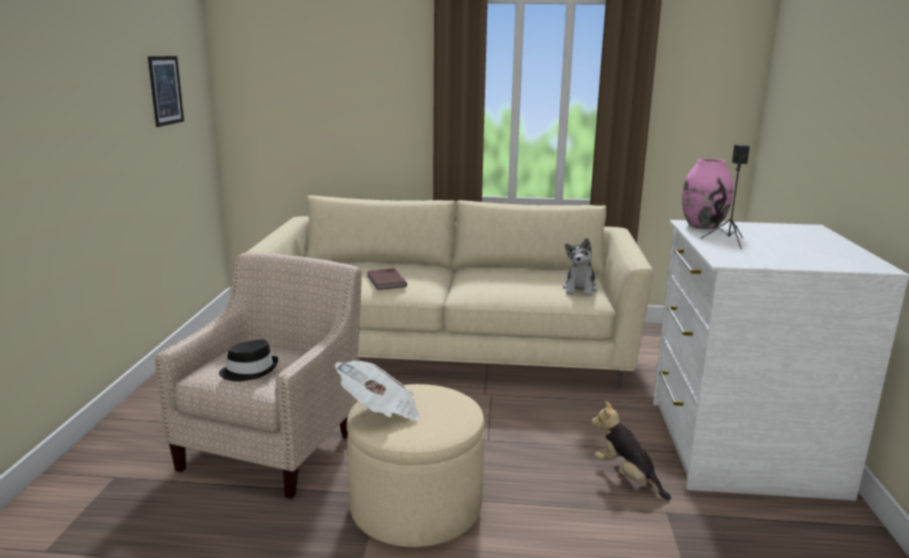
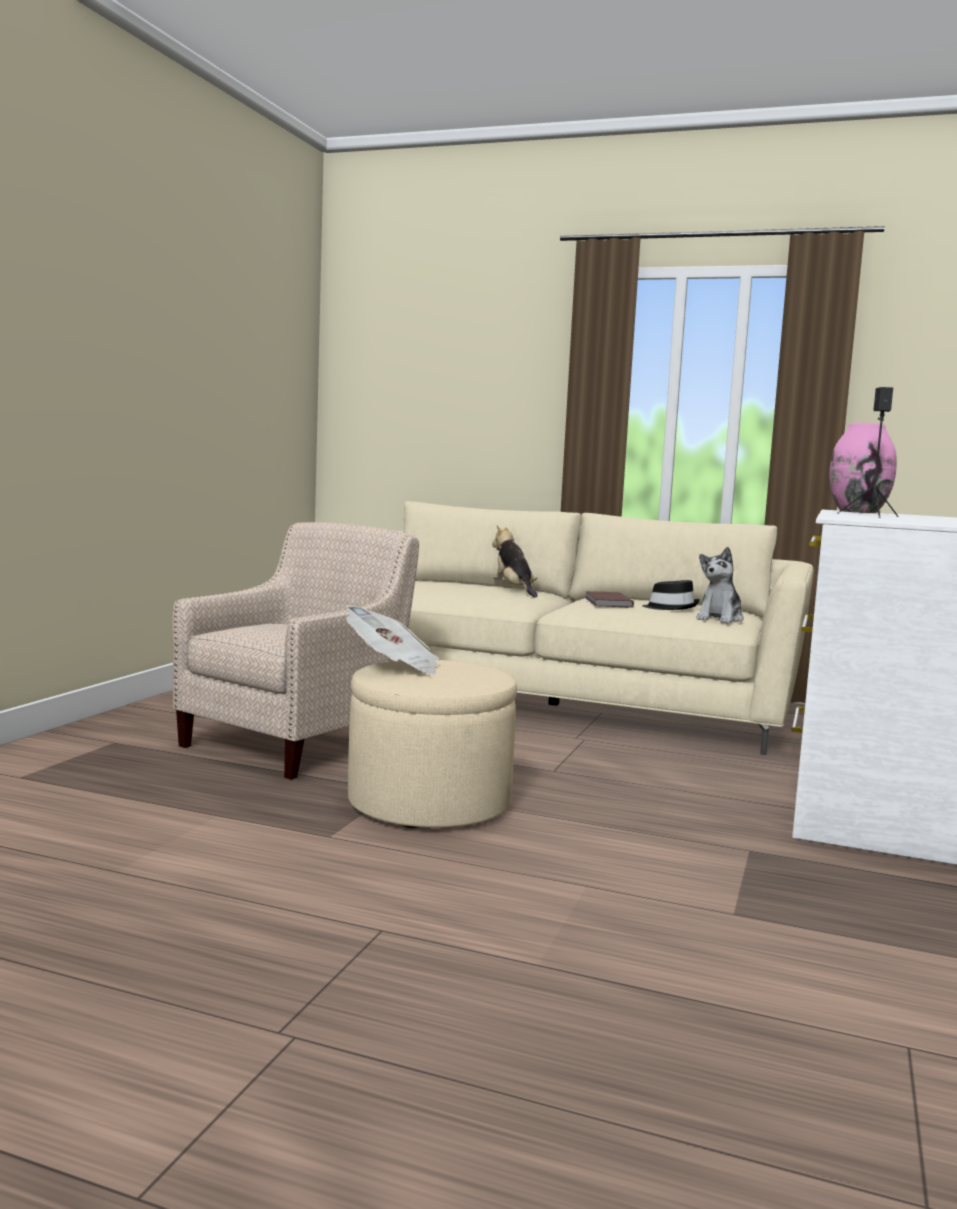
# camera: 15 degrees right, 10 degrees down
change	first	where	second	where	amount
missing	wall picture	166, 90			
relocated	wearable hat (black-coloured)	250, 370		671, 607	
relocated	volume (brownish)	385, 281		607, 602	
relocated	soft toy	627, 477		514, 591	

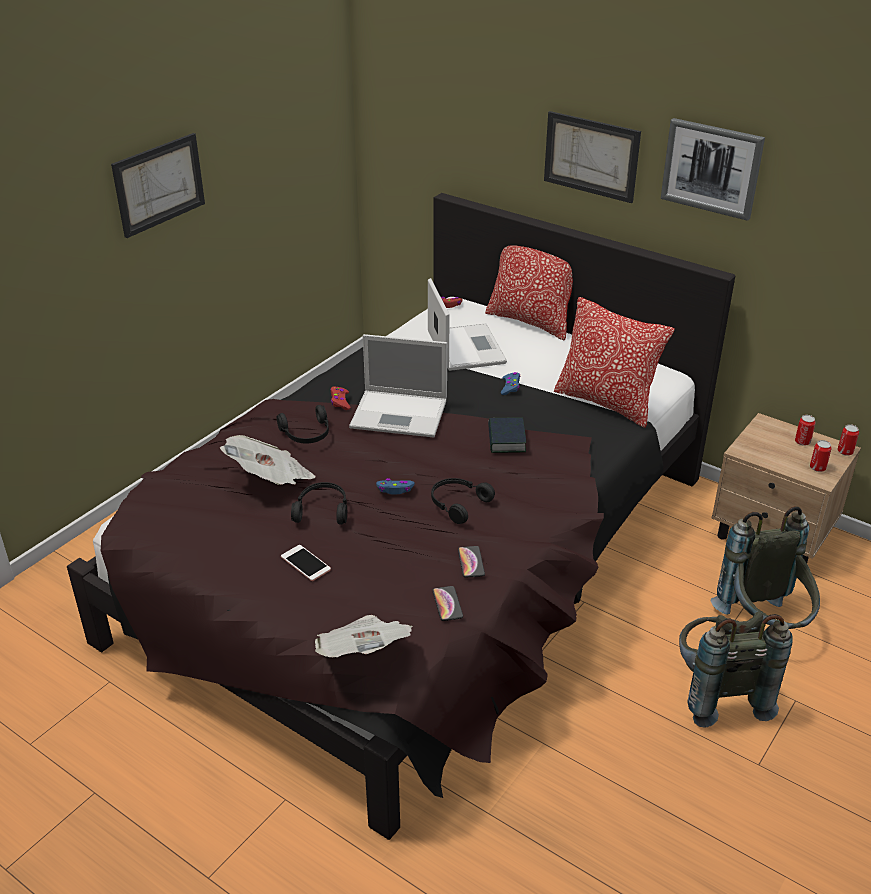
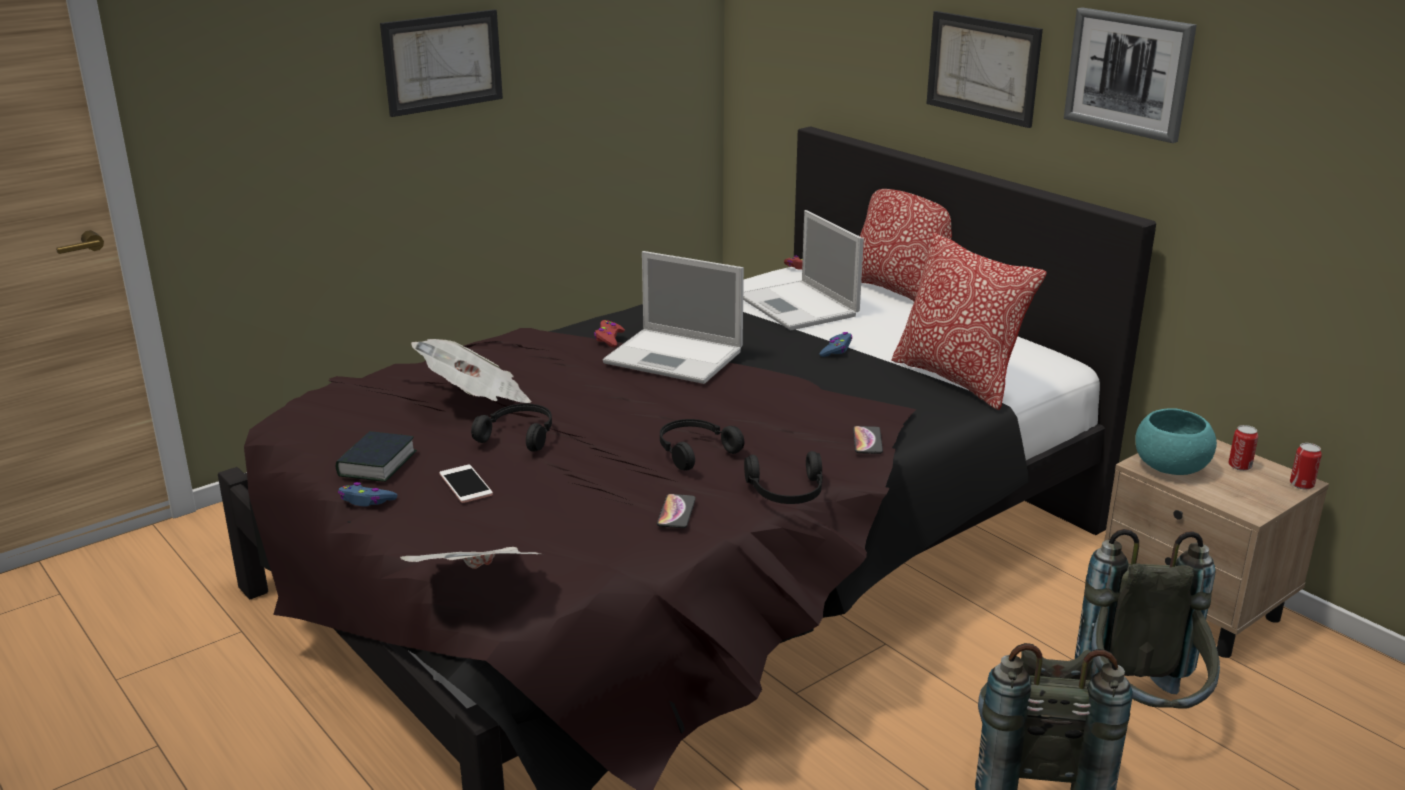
# camera: 15 degrees right, 10 degrees down
change	first	where	second	where	amount
missing	sealed can	817, 468			
appeared			deep dish (blue-green)	1170, 467	
relocated	headphones (black-coloured)	307, 434		787, 493	
relocated	gamepad (blue-coloured)	395, 490		366, 501	
relocated	telephone	447, 604		867, 441	
relocated	volume	506, 440		377, 464	
spun	laptop	465, 347		799, 307	150 degrees clockwise

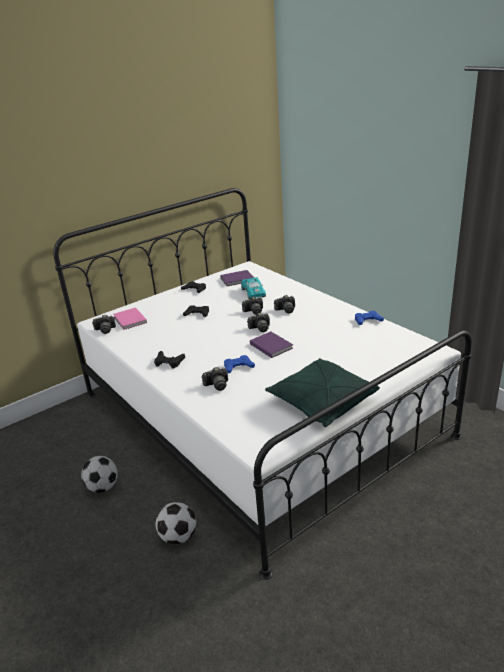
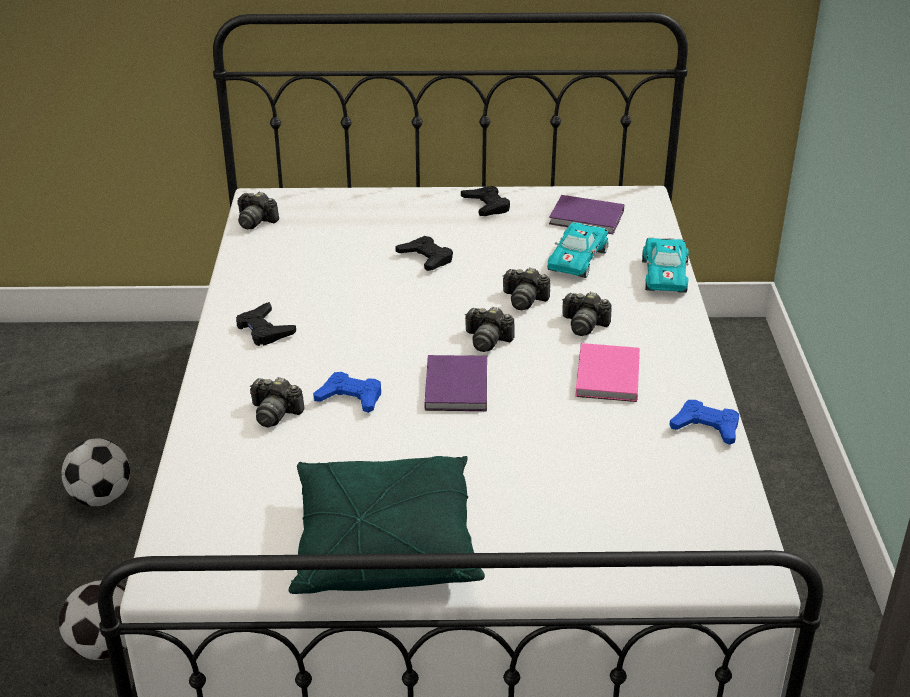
# camera: 35 degrees right, 5 degrees up
change	first	where	second	where	amount
appeared			miniature car (blue-green)	664, 274	
relocated	volume (pink)	130, 320		606, 377	

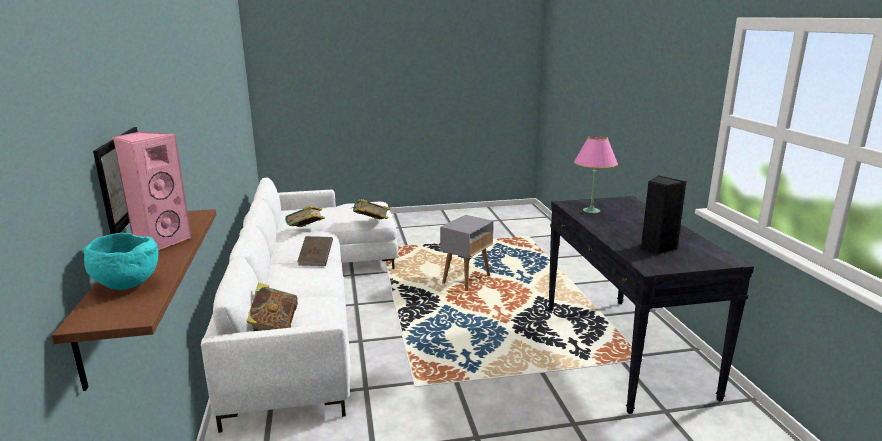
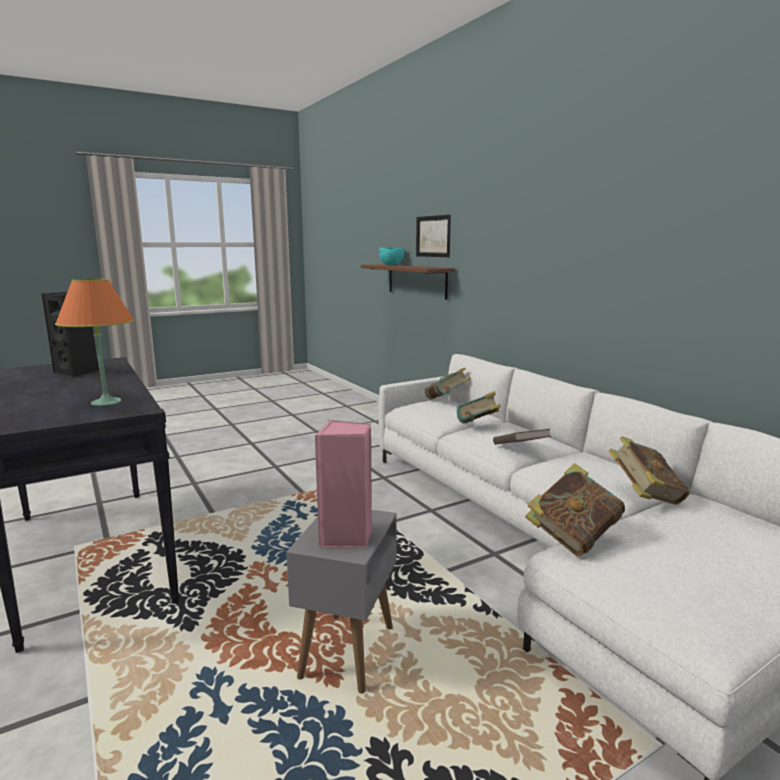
# camera: 160 degrees right, 5 degrees down
change	first	where	second	where	amount
appeared			volume	477, 428	
relocated	loudspeaker (pink)	160, 241		346, 537	
colour	tabletop lamp (pink)	591, 210	tabletop lamp (orange)	106, 402	

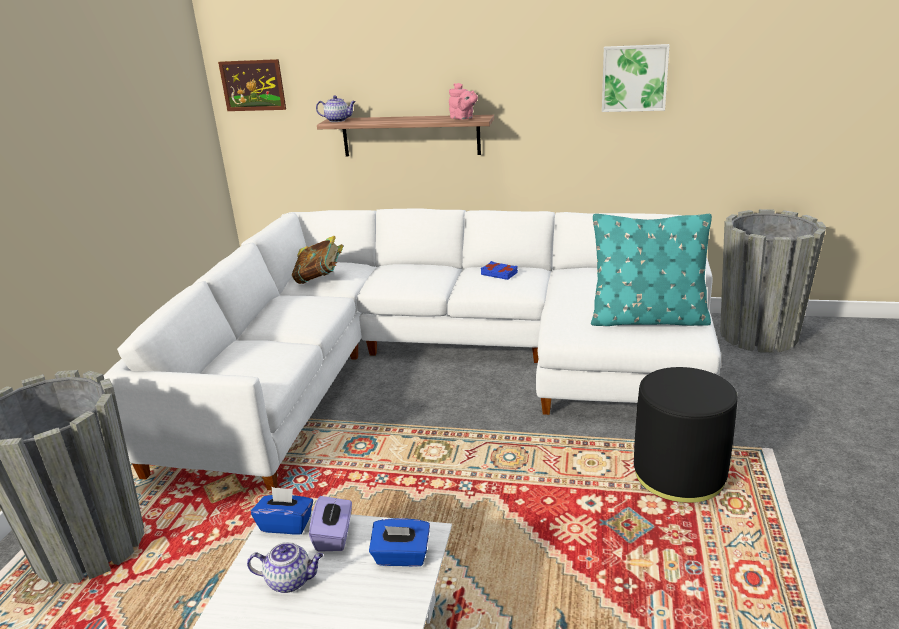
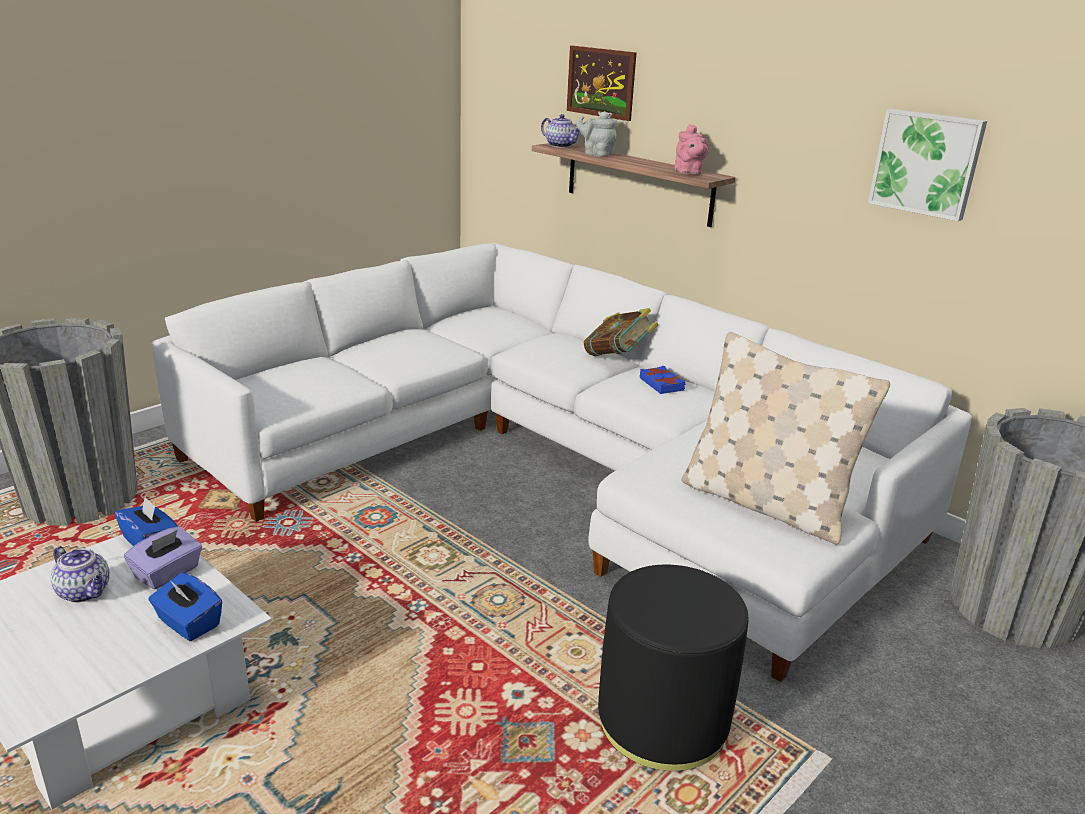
# camera: 30 degrees right, 0 degrees up
change	first	where	second	where	amount
appeared			tea pot (gray)	596, 154	
relocated	wall picture	253, 85		601, 82	
relocated	volume	320, 279		618, 357	
colour	pillow (blue-green)	647, 319	pillow (beige)	765, 504	

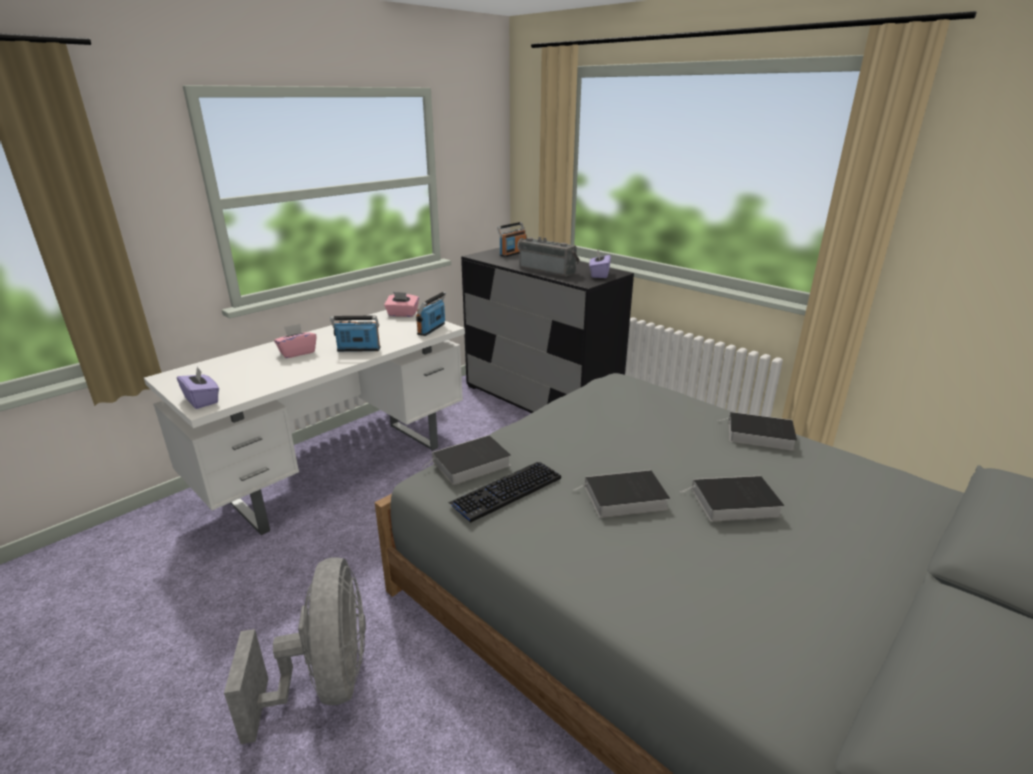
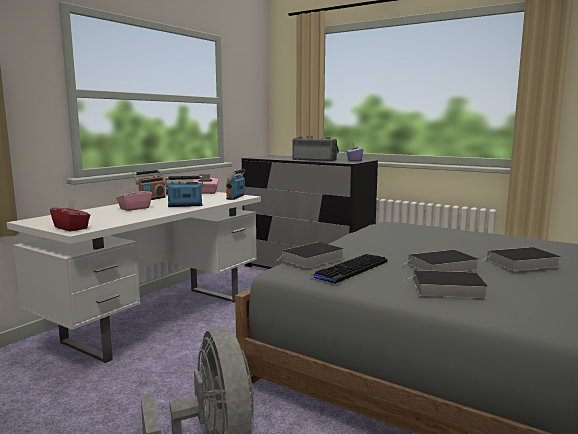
# camera: 10 degrees left, 15 degrees down
change	first	where	second	where	amount
relocated	radio receiver	512, 253		150, 199	
relocated	volume	757, 435		445, 289	
colour	box of tissues (purple-coloured)	202, 400	box of tissues (red-coloured)	71, 228	

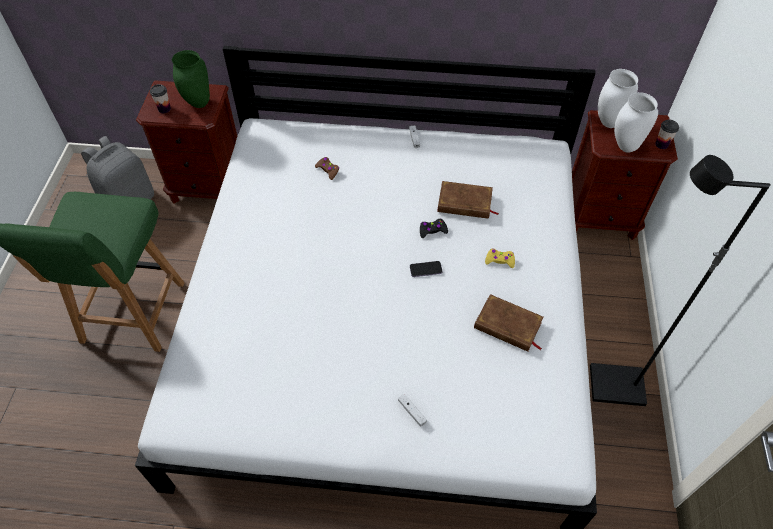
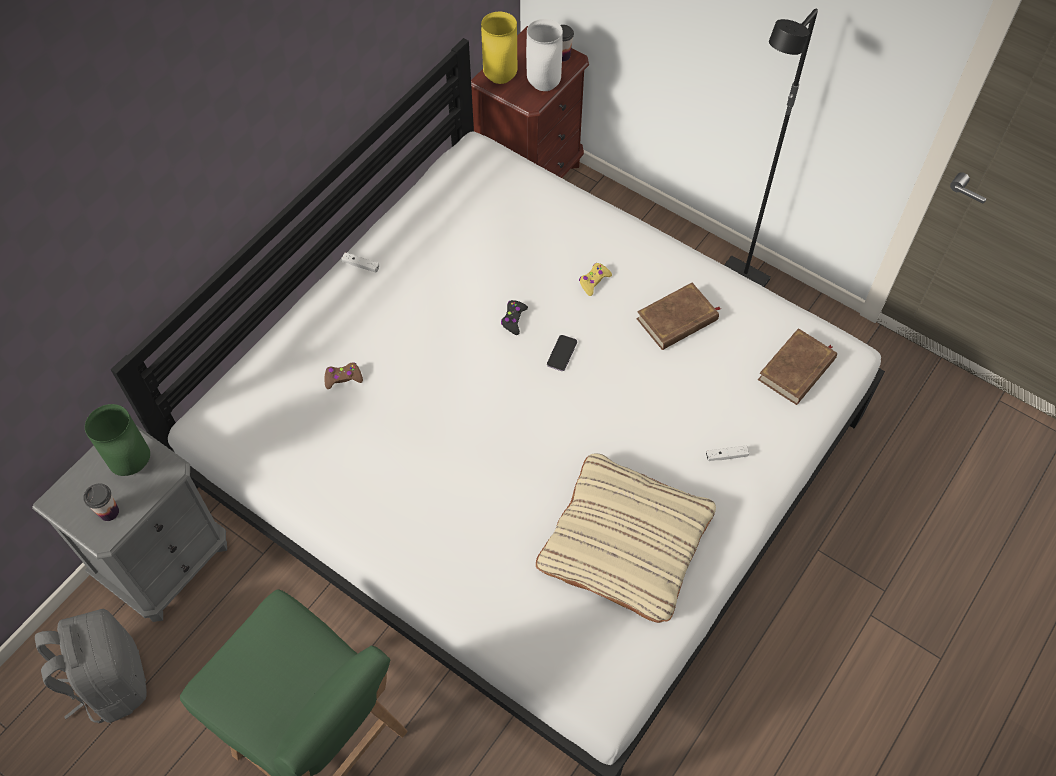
# camera: 60 degrees left, 5 degrees up
change	first	where	second	where	amount
appeared			pillow (beige)	625, 541	
relocated	volume (brownish)	465, 203		797, 370	
colour	bedside table (brownish)	208, 187	bedside table (gray)	166, 562	
colour	vase (white-coloured)	607, 122	vase (yellowish)	499, 78	

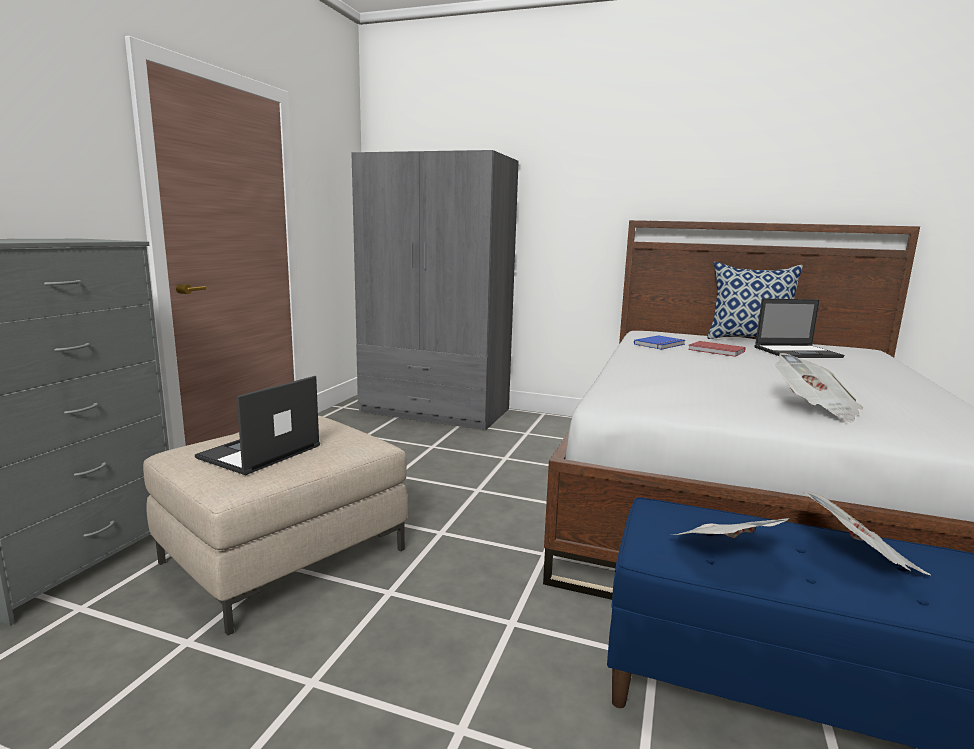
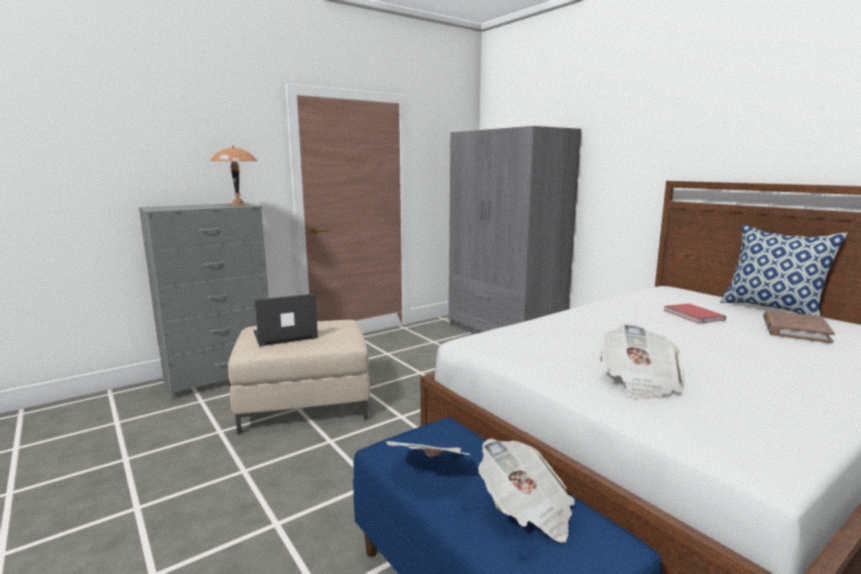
# camera: 35 degrees right, 0 degrees up
change	first	where	second	where	amount
missing	volume (blue-coloured)	661, 344			
appeared			tabletop lamp (brownish)	238, 205	
exchanged	laptop	798, 352	volume (brownish)	795, 330	

